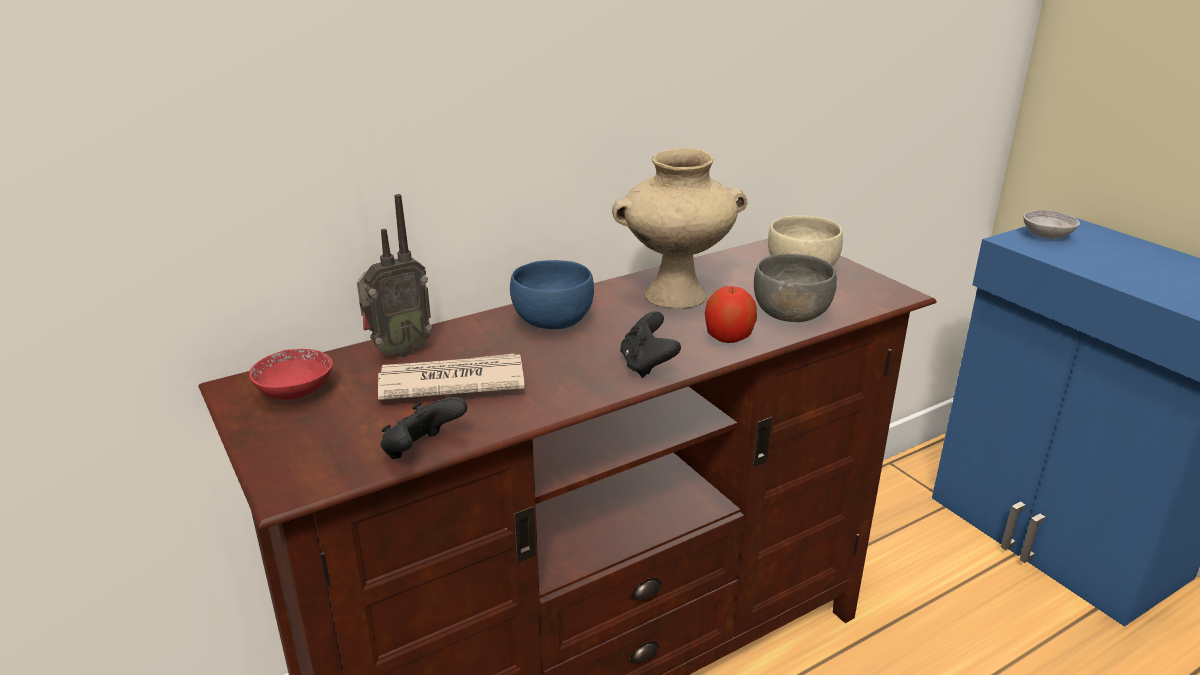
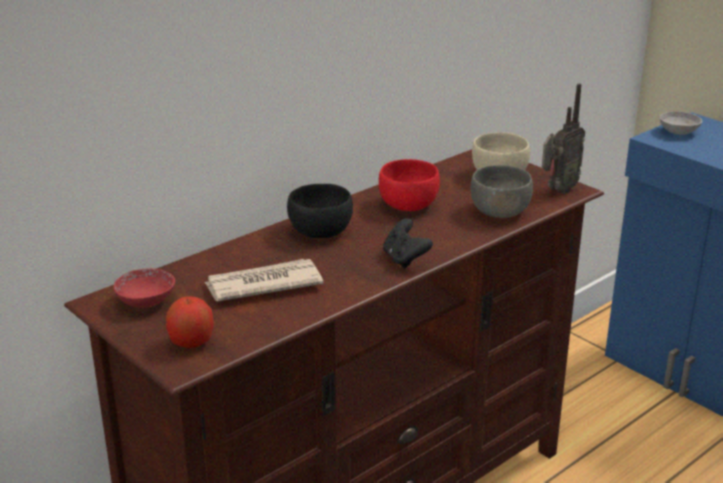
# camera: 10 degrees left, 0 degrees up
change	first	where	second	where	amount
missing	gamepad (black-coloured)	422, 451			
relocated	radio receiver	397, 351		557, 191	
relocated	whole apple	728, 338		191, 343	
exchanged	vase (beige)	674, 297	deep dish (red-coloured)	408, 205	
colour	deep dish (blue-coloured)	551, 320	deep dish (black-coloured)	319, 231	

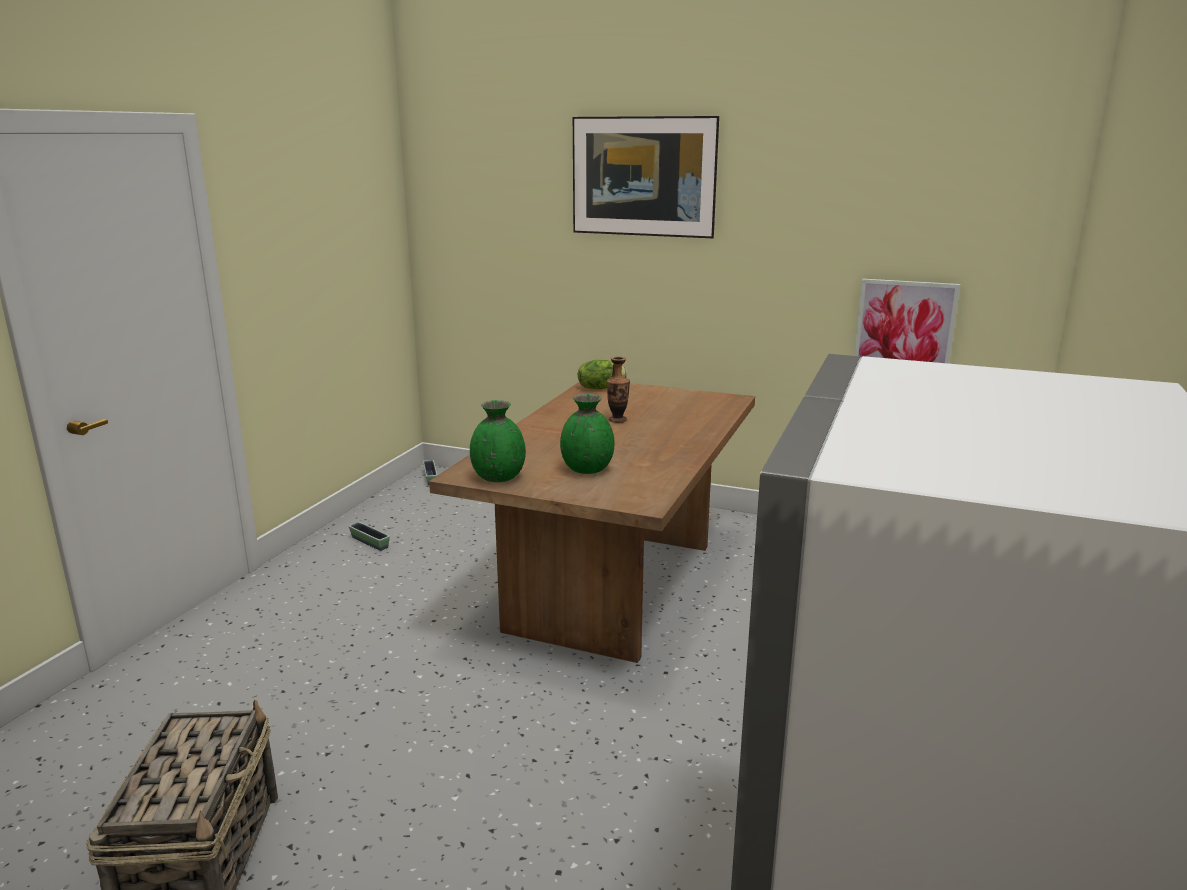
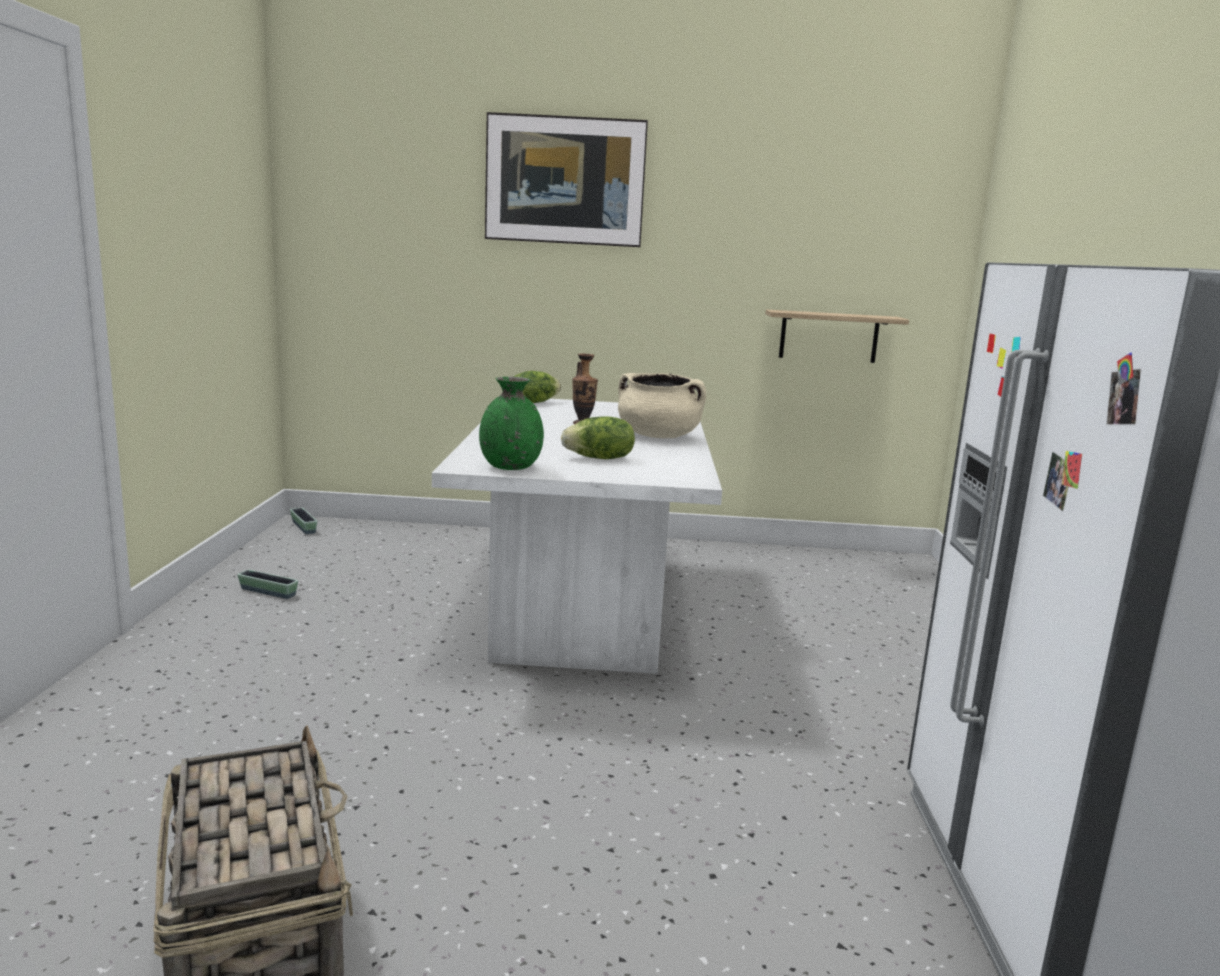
# camera: 20 degrees left, 5 degrees down
change	first	where	second	where	amount
appeared			cooking pot (beige)	658, 436	
exchanged	vase (greenish)	587, 470	lettuce	599, 459	
exchanged	wall picture	904, 326	bracket shelf	829, 336	
colour	dinner table (brownish)	612, 585	dinner table (white-coloured)	581, 608	

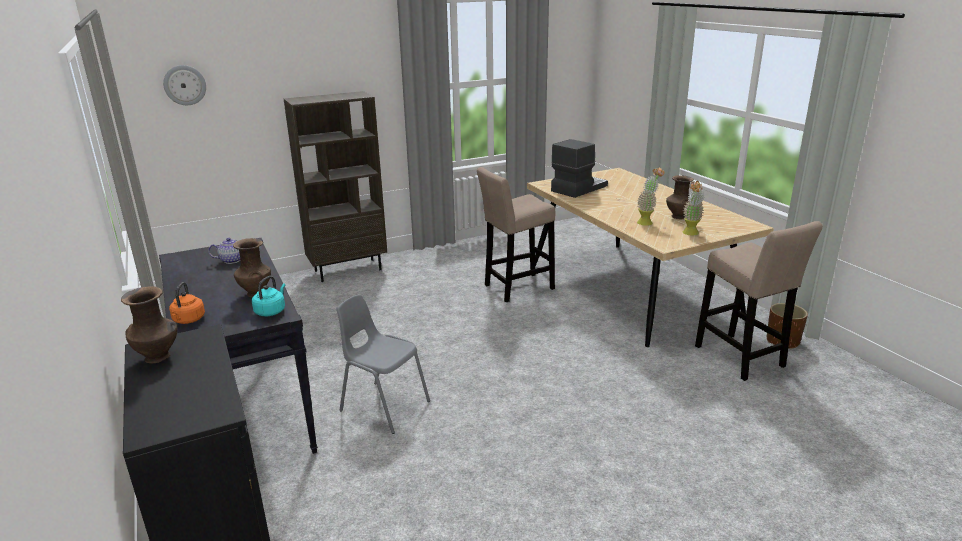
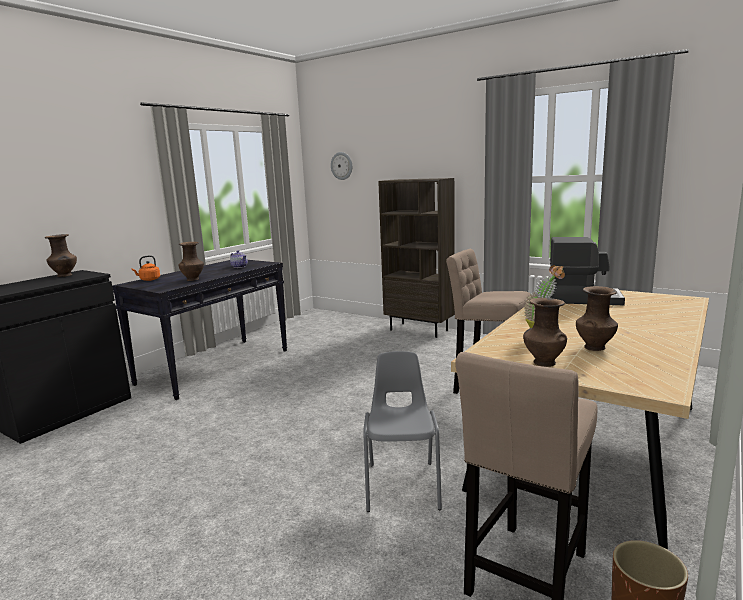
# camera: 60 degrees right, 10 degrees down
change	first	where	second	where	amount
missing	tea kettle (blue-green)	271, 311			
relocated	plain chair (gray)	384, 406		403, 485	
exchanged	houseplant	690, 234	vase (brownish)	543, 362	

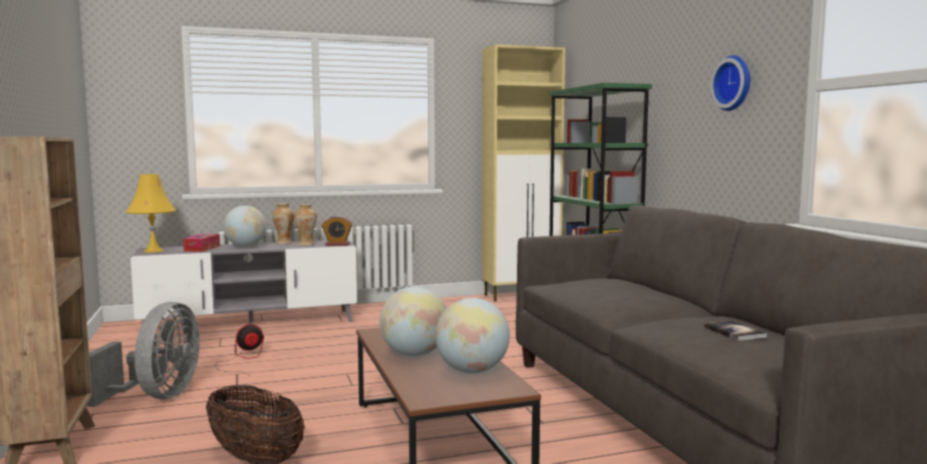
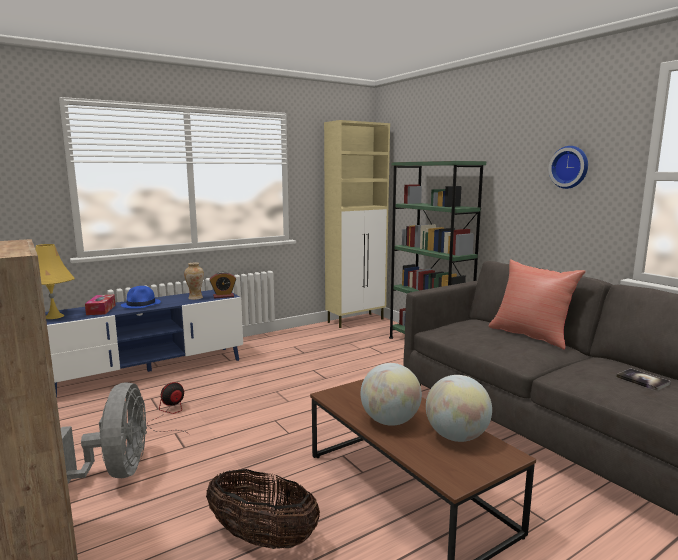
# camera: 15 degrees left, 5 degrees up
change	first	where	second	where	amount
missing	vase	284, 243			
appeared			pillow (red-coloured)	531, 335	
exchanged	globe	245, 246	wearable hat (blue-coloured)	141, 304	
colour	tv stand (gray)	251, 323	tv stand (blue-coloured)	149, 371	

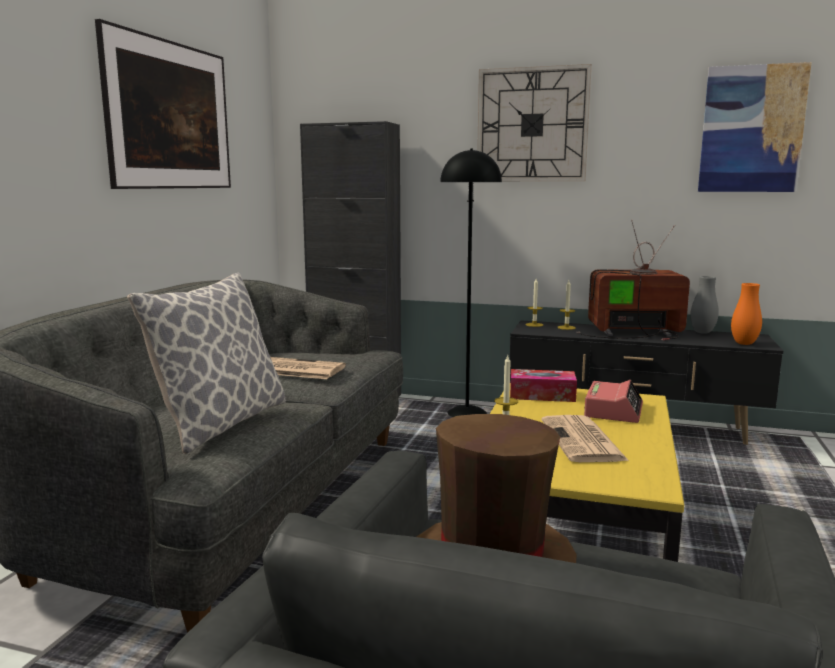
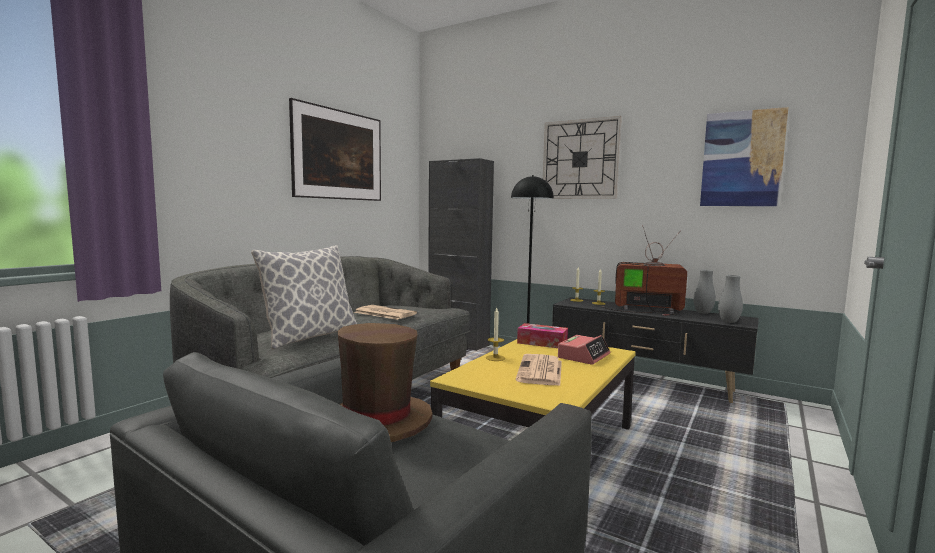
# camera: 15 degrees right, 5 degrees down
change	first	where	second	where	amount
colour	vase (orange)	744, 343	vase (gray)	729, 322	

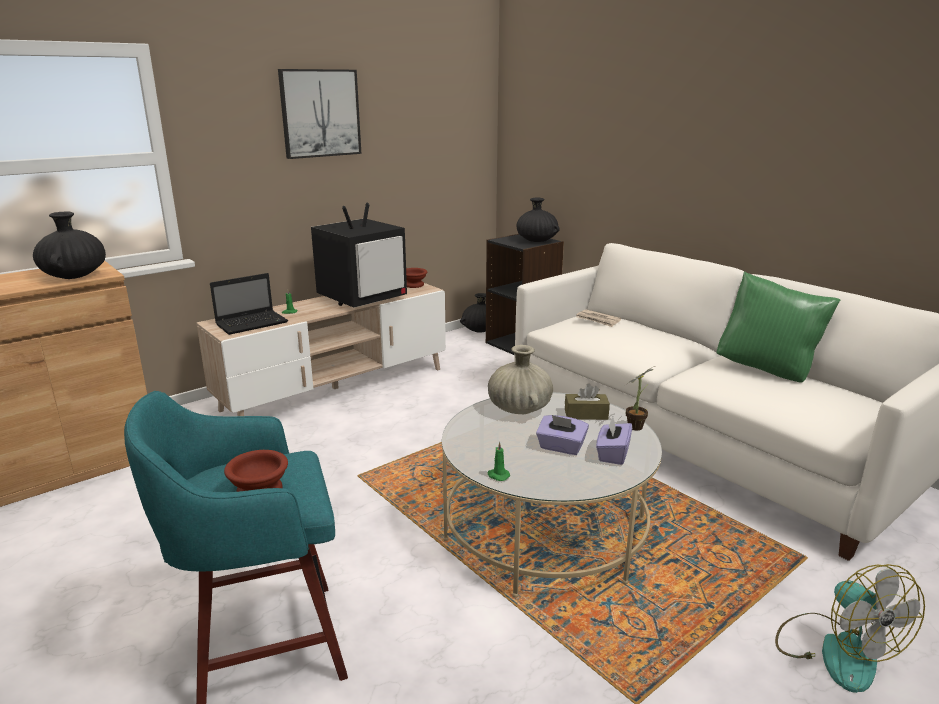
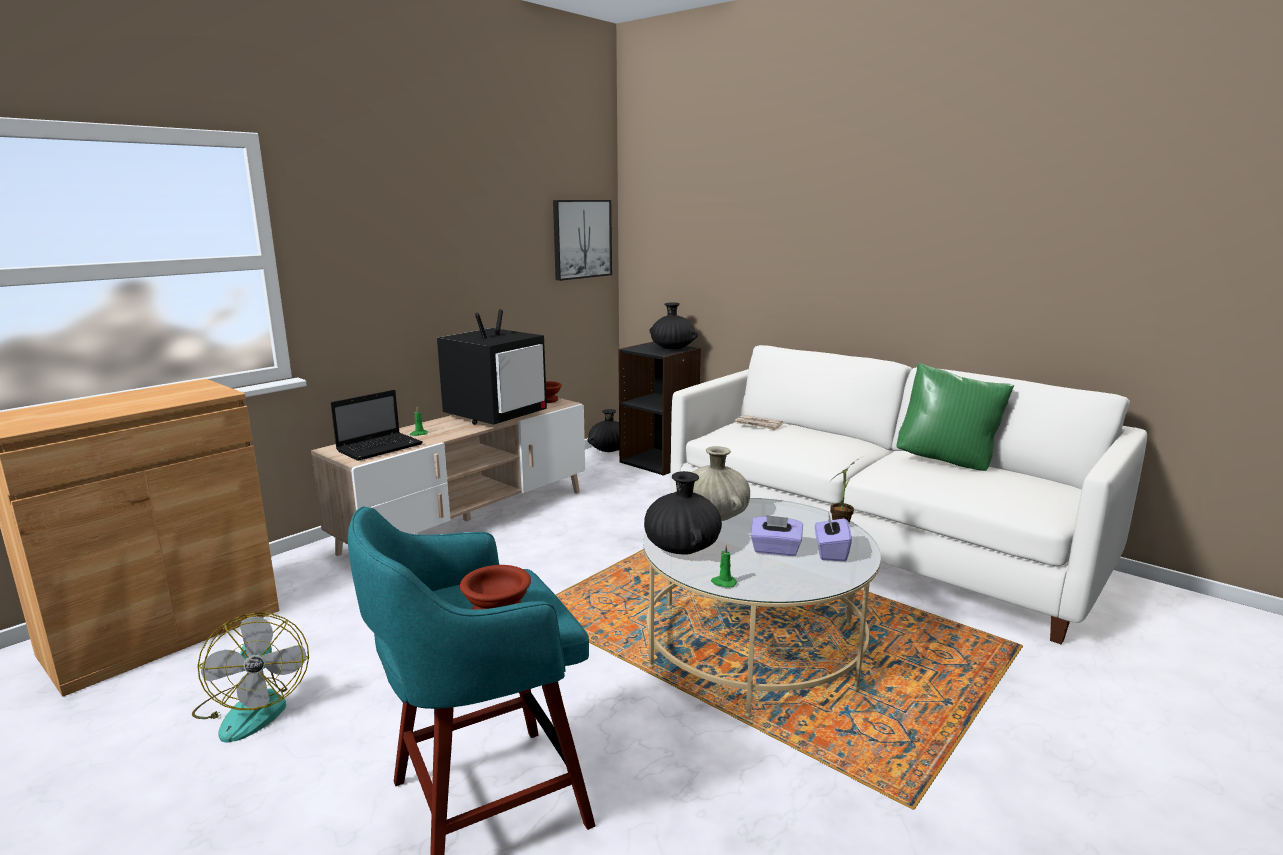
# camera: 10 degrees left, 5 degrees down
change	first	where	second	where	amount
missing	box of tissues (brownish)	586, 414			
relocated	vase (black-coloured)	75, 276		682, 548	
relocated	wall picture	320, 113		581, 239	
relocated	fan	835, 650		253, 708	

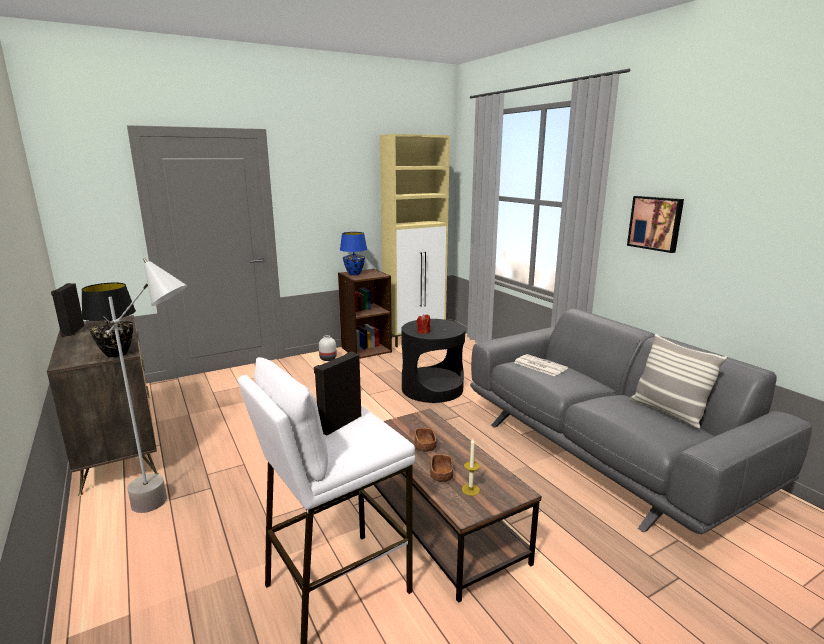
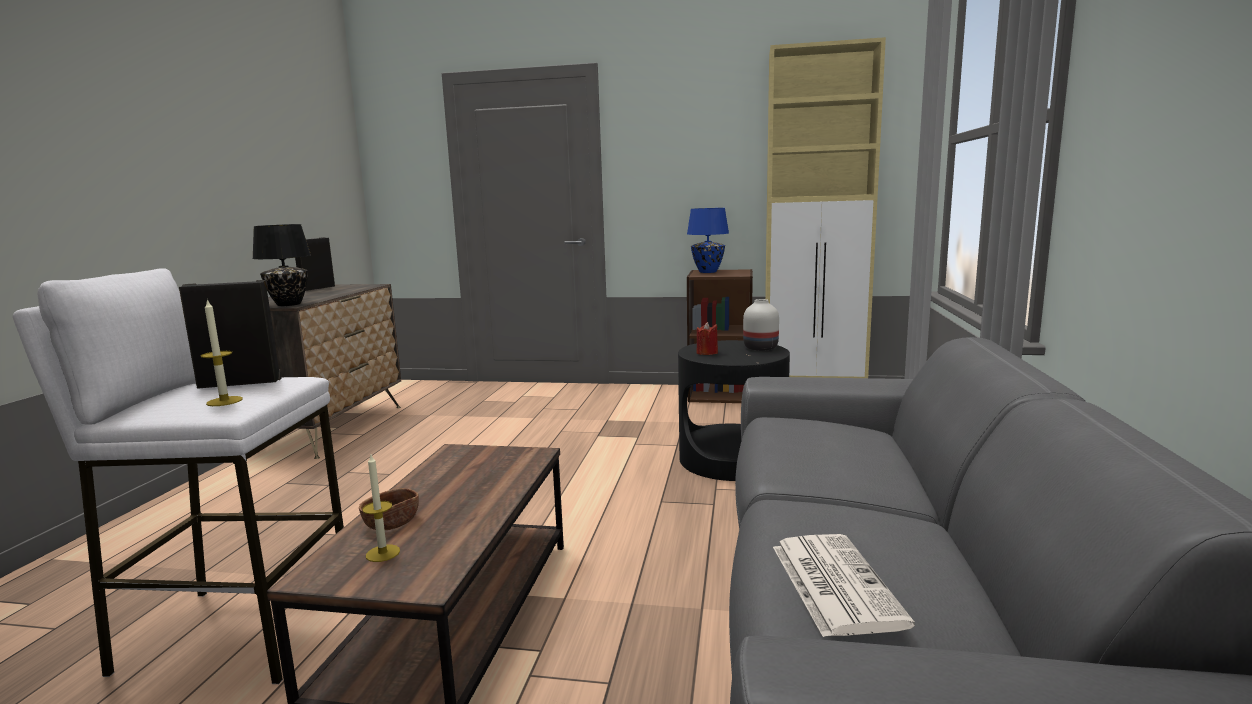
# camera: 40 degrees right, 5 degrees down
change	first	where	second	where	amount
missing	floor lamp (gray)	173, 505			
missing	deep dish (brownish)	425, 447			
missing	wall picture	655, 223			
missing	pillow	668, 412			
appeared			wax light	224, 401	
relocated	vase (white-coloured)	328, 359		760, 348	
relocated	daily paper	539, 365		833, 583	

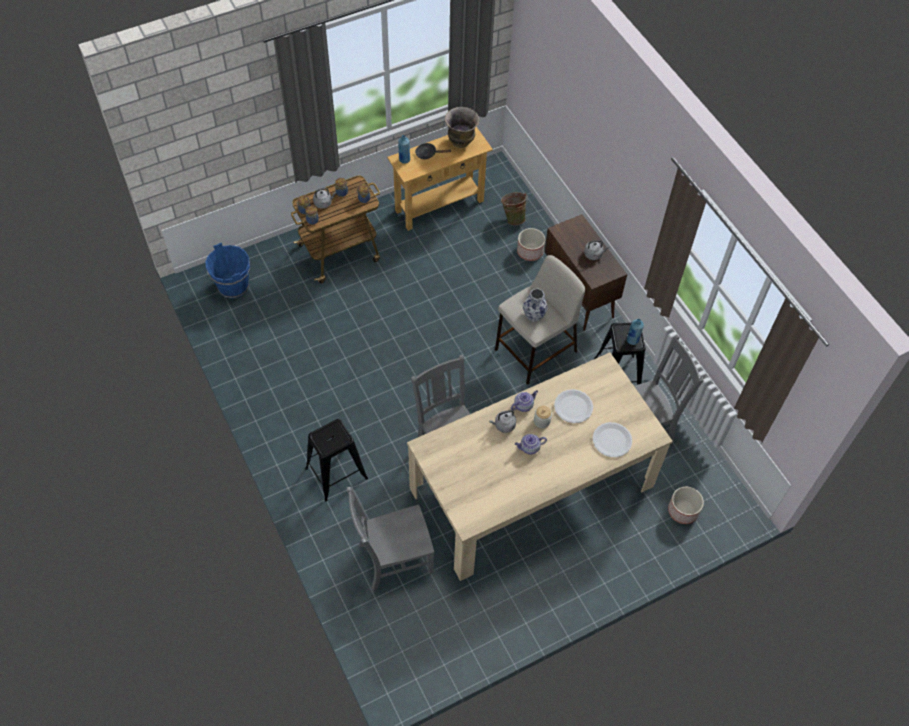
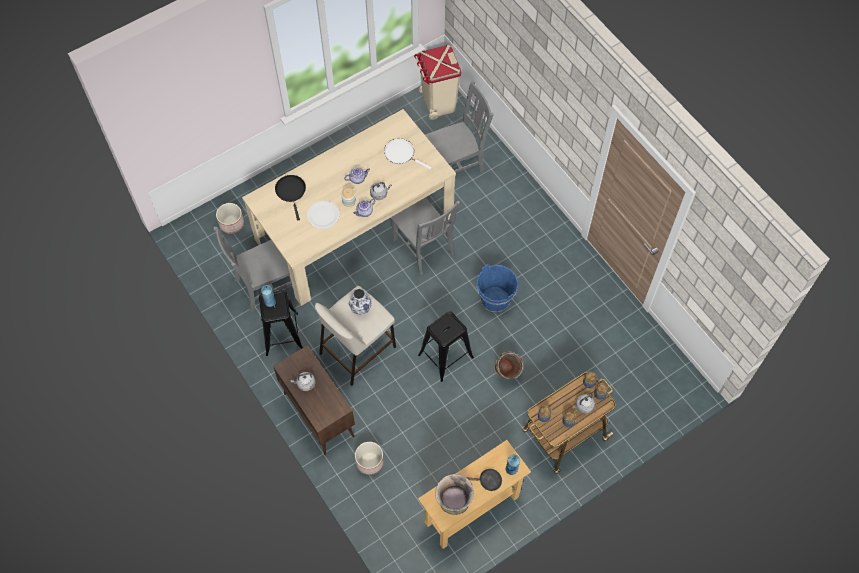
# camera: 175 degrees right, 5 degrees up
change	first	where	second	where	amount
appeared			frying pan (white-coloured)	401, 154	
appeared			rubbish bin (beige)	438, 103	
relocated	bucket (blue-coloured)	233, 286		495, 300	
relocated	sitting stool (black-coloured)	336, 473		445, 356	
relocated	bucket (greenish)	513, 217		506, 374	
exchanged	dinner plate (white-coloured)	612, 440	frying pan (black-coloured)	291, 192	

